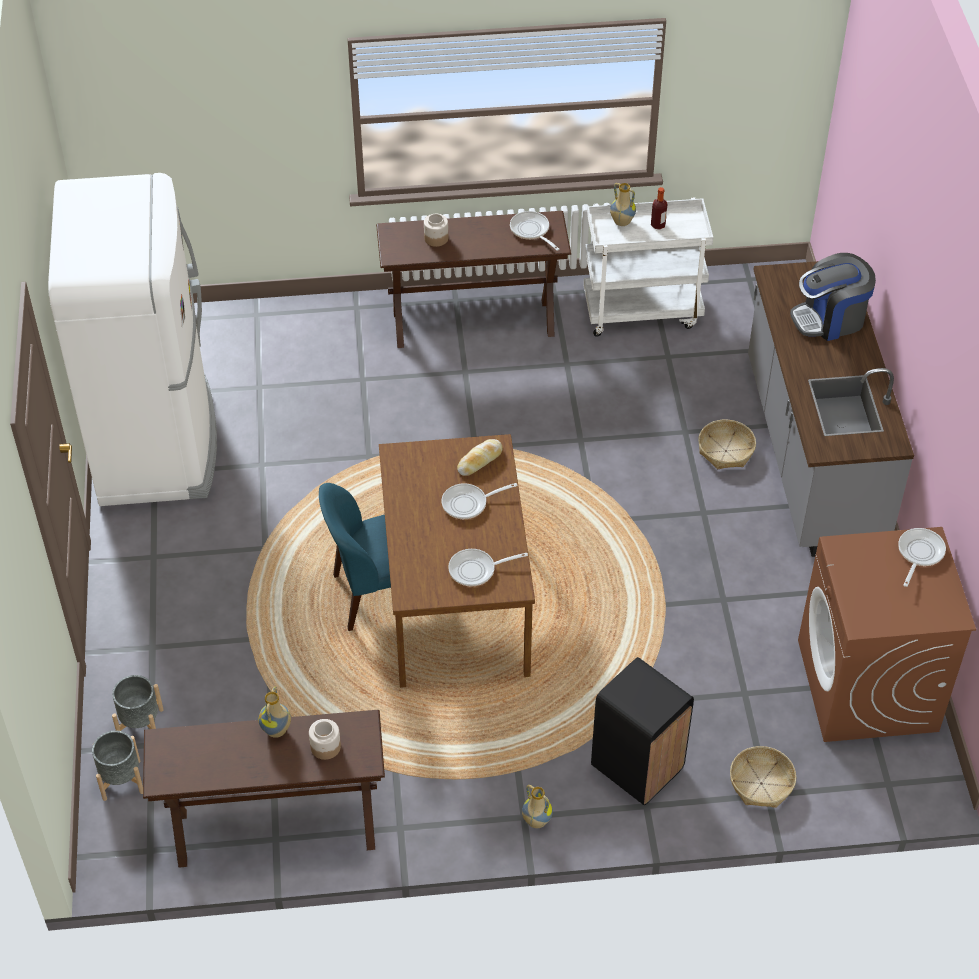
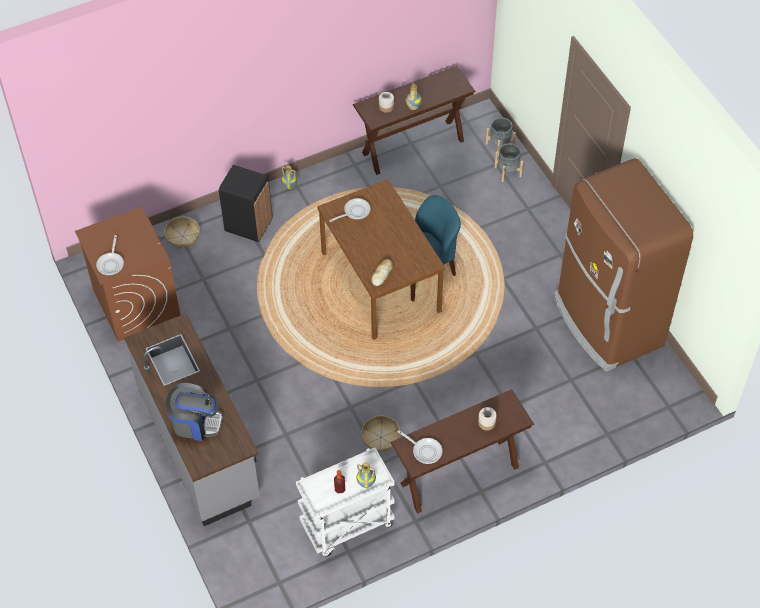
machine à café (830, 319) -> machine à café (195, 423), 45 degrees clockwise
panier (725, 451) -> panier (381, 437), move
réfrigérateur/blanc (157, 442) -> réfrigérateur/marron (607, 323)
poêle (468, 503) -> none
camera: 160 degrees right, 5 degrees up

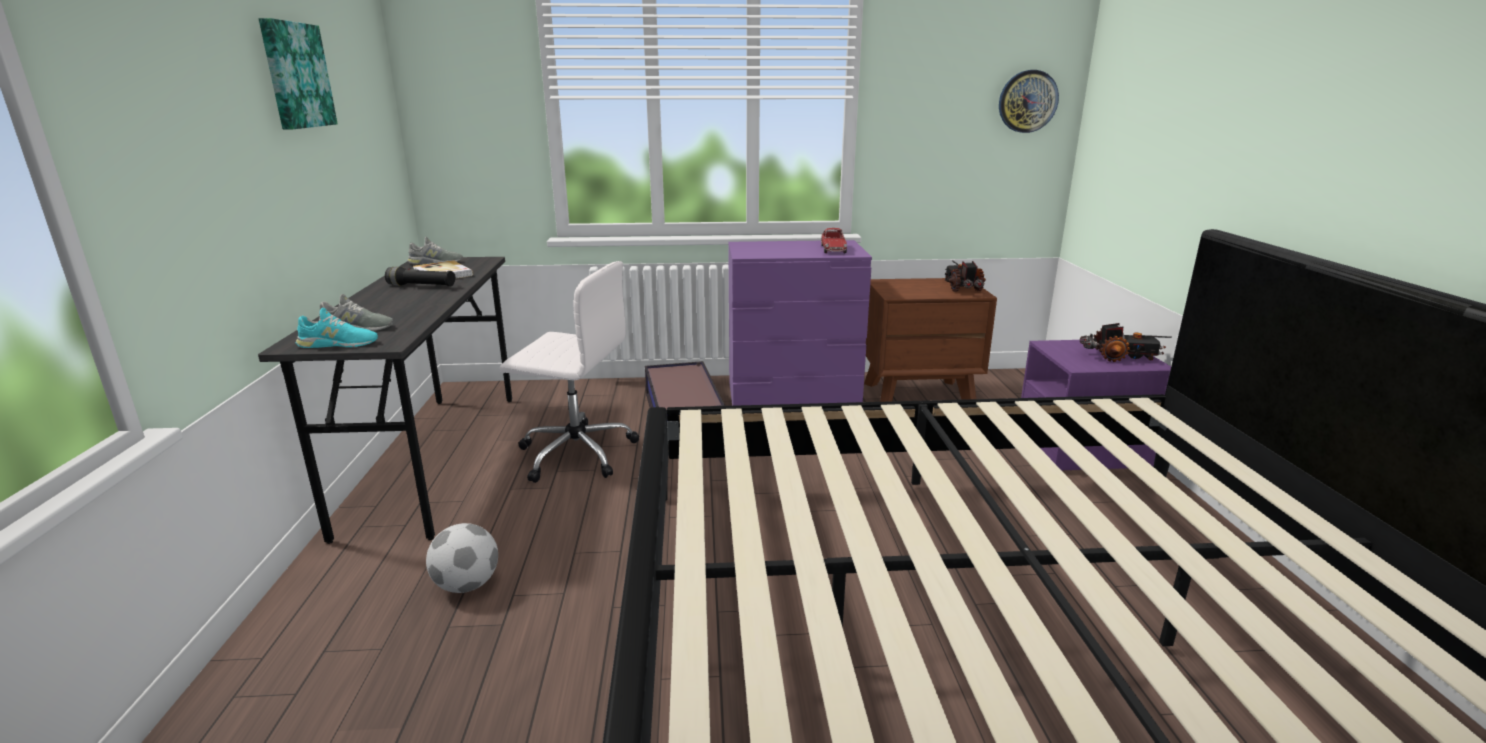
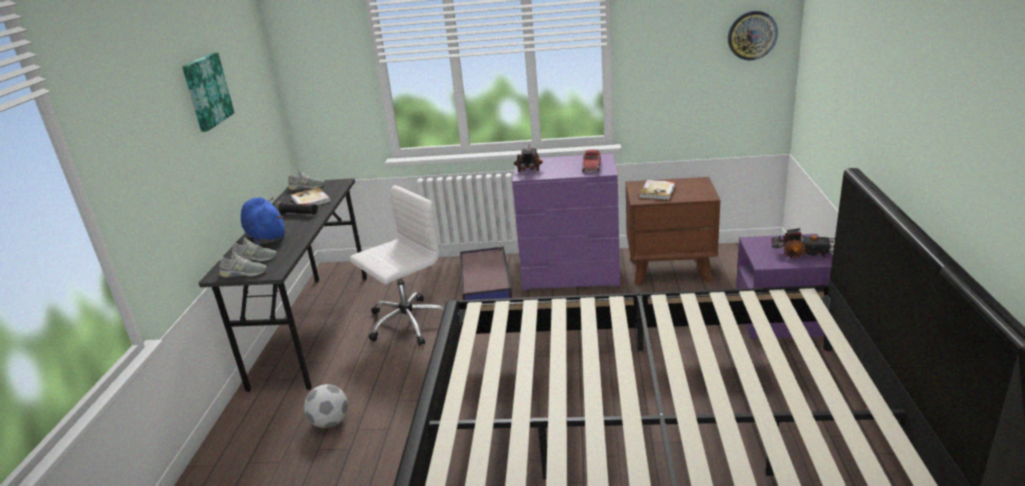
chaussure/turquoise (338, 344) -> chaussure/gris (244, 273)
none -> peluche/bleu (266, 236)
chaise de bureau/blanc (575, 453) -> chaise de bureau/blanc (406, 323), 60 degrees counterclockwise
camion jouet (962, 288) -> camion jouet (529, 168), move
none -> livre (658, 191)
camera: 10 degrees right, 5 degrees up

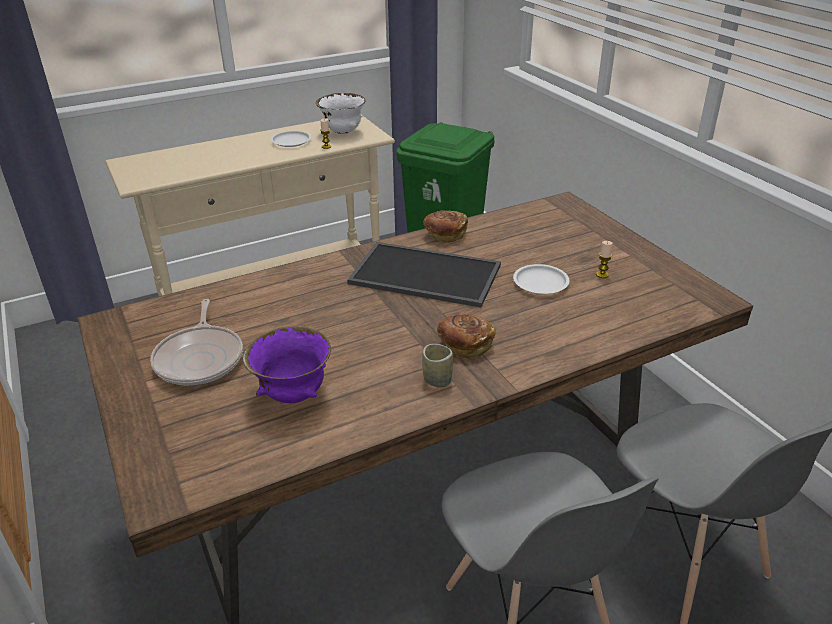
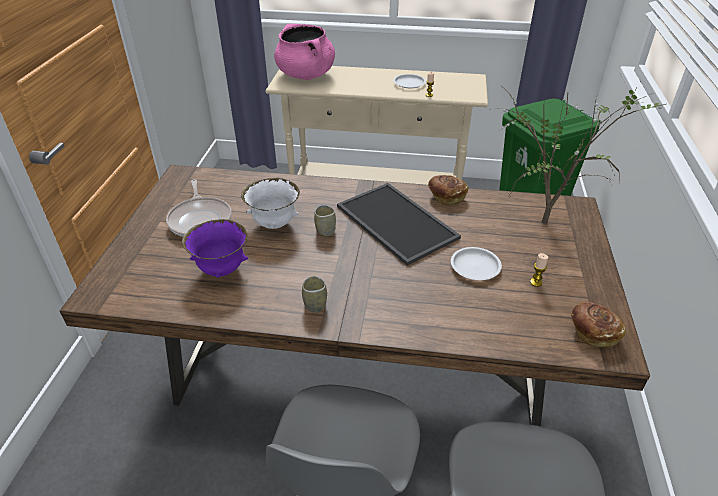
poêle (200, 358) -> poêle (200, 220), 45 degrees counterclockwise
bol/blanc (343, 132) -> bol/blanc (274, 224), move
none -> marmite/rose (306, 75)
none -> tasse (325, 231)
none -> plante en pot (549, 221)
pain (464, 345) -> pain (592, 332), move
camera: 35 degrees right, 5 degrees up

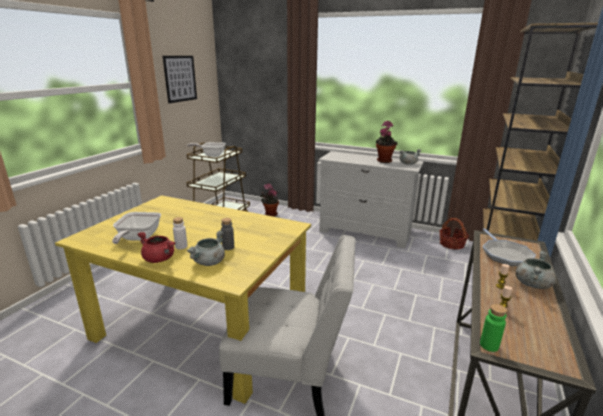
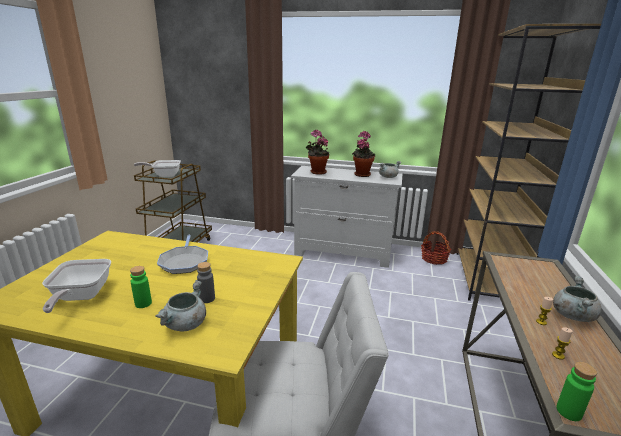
bouteille/blanc (181, 246) -> bouteille/vert (143, 303)
poêle (505, 254) -> poêle (184, 261), move
plante en pot (270, 214) -> plante en pot (316, 172), move
marmite/rouge (160, 259) -> none
tableau (180, 78) -> none
camera: 10 degrees left, 0 degrees up

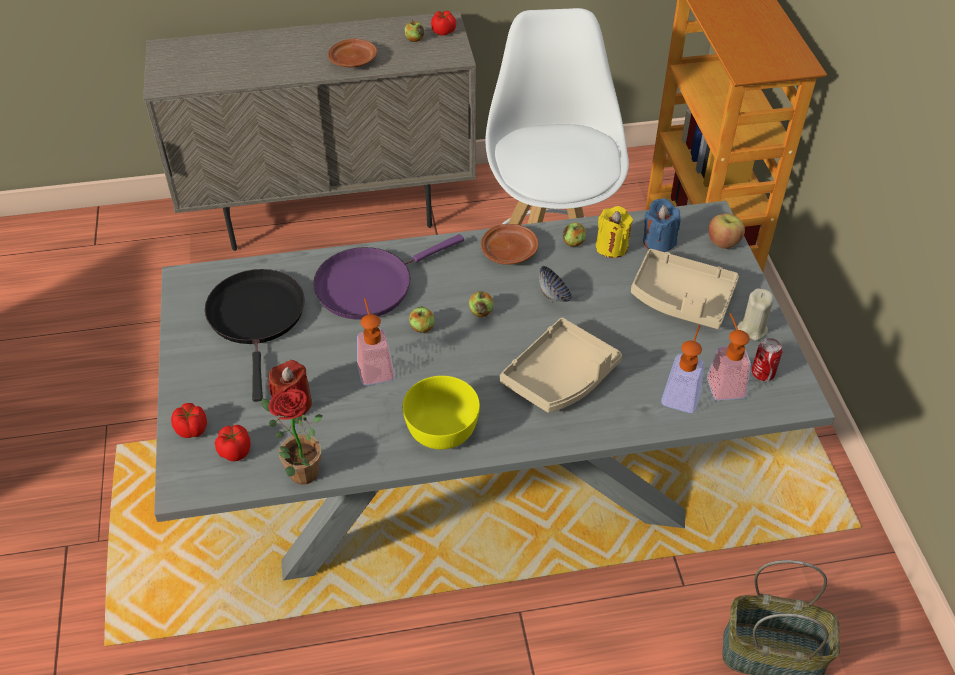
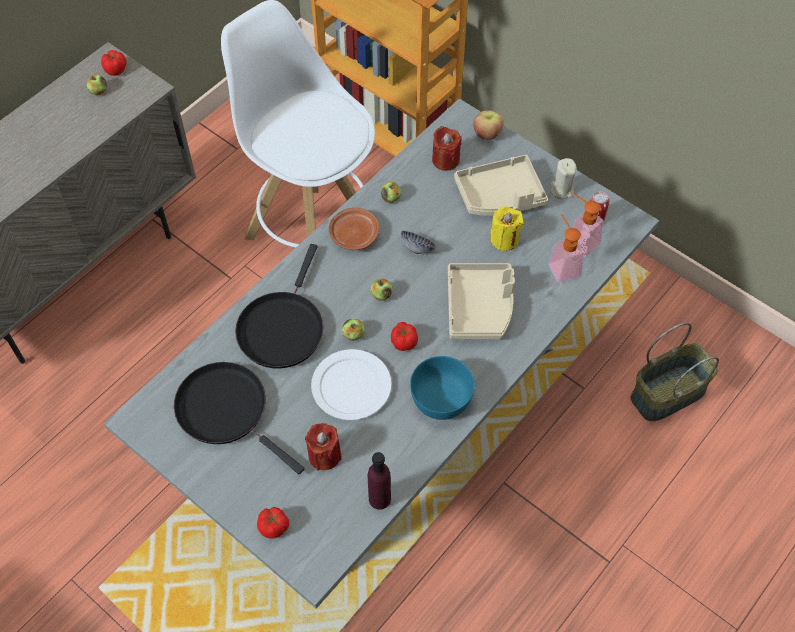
poêle/violet (369, 285) -> poêle/noir (282, 327)
distributeur de savon (374, 366) -> assiette/blanc (351, 387)
plante en pot (298, 470) -> bouteille/violet (379, 499)
tomate (236, 450) -> tomate (404, 342), move
bol/jaune (442, 427) -> bol/turquoise (441, 397)
bougie/bleu (658, 241) -> bougie/rouge (445, 160)
bougie/jaune (611, 247) -> bougie/jaune (504, 239), move
assiette/marron (353, 60) -> none
camera: 40 degrees left, 10 degrees up

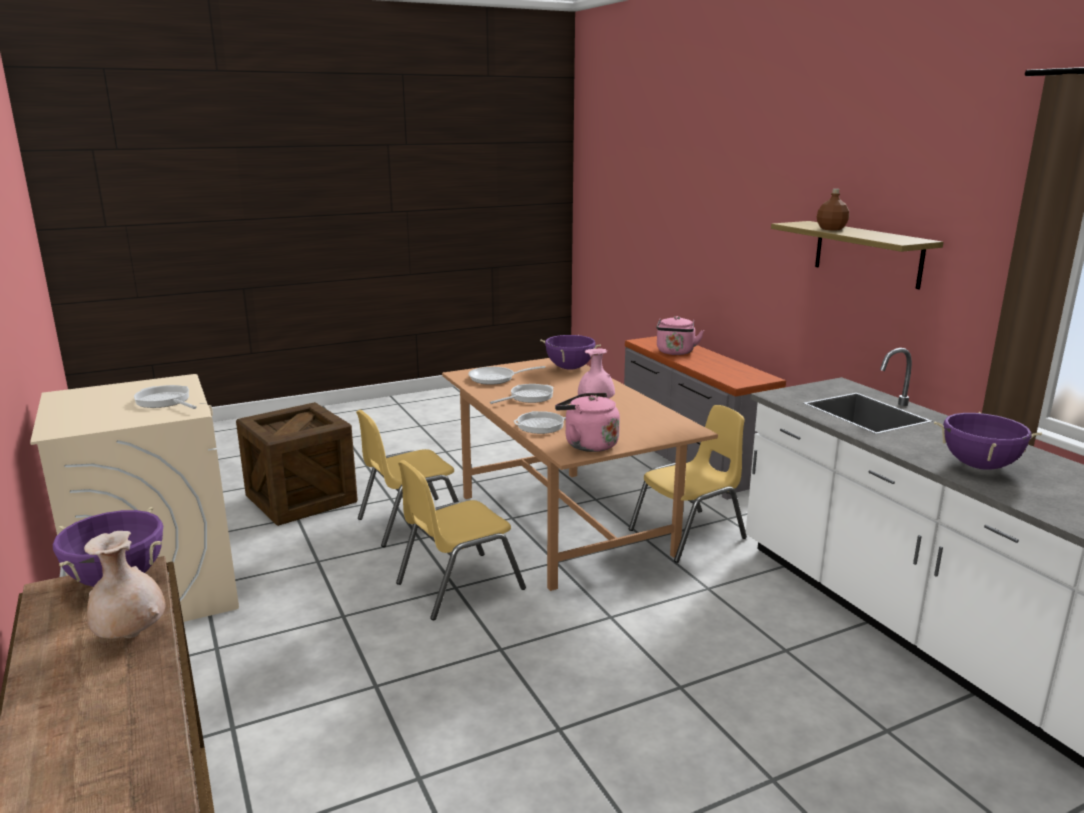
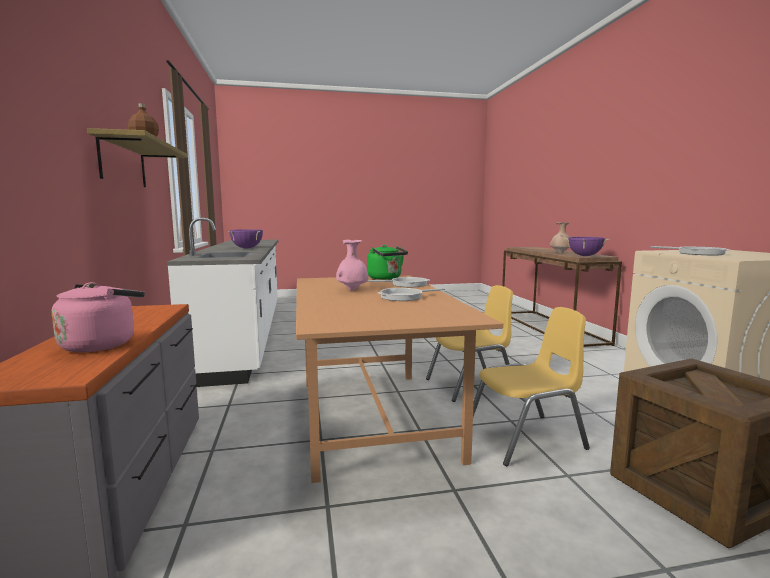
bouilloire/rose (588, 444) -> bouilloire/vert (386, 278)
poêle (496, 378) -> none
marmite/violet (569, 368) -> none
chaise/jaune (688, 535) -> none
camera: 165 degrees left, 10 degrees down

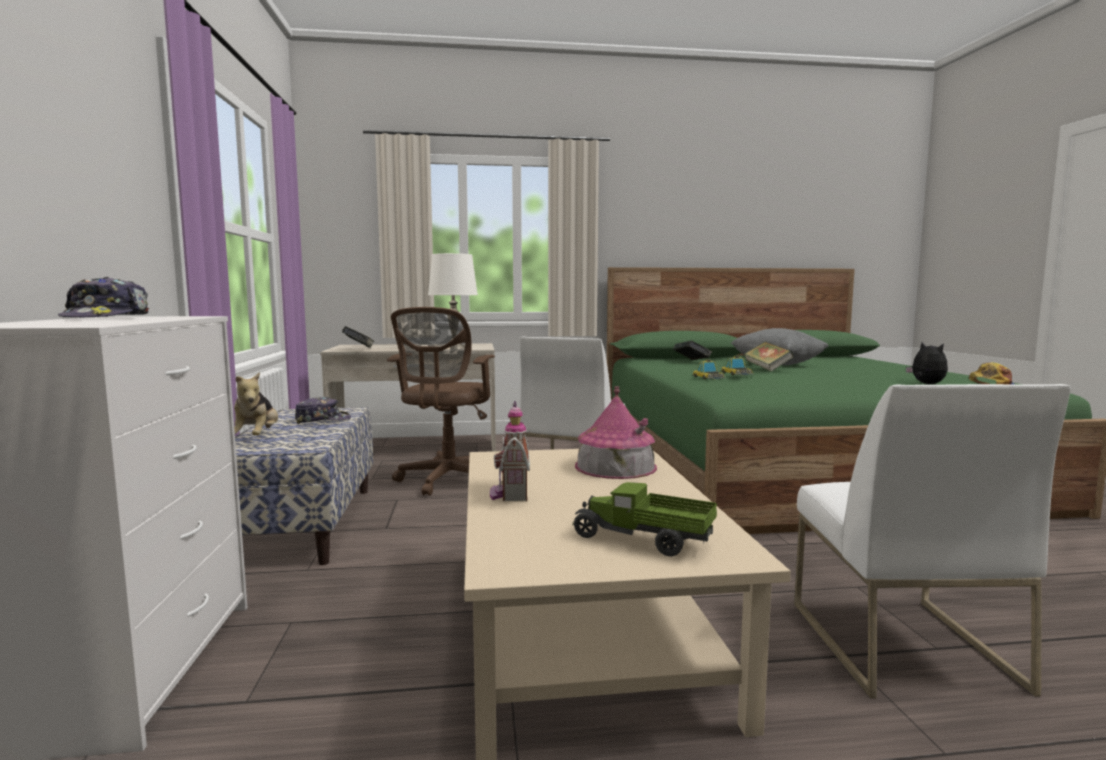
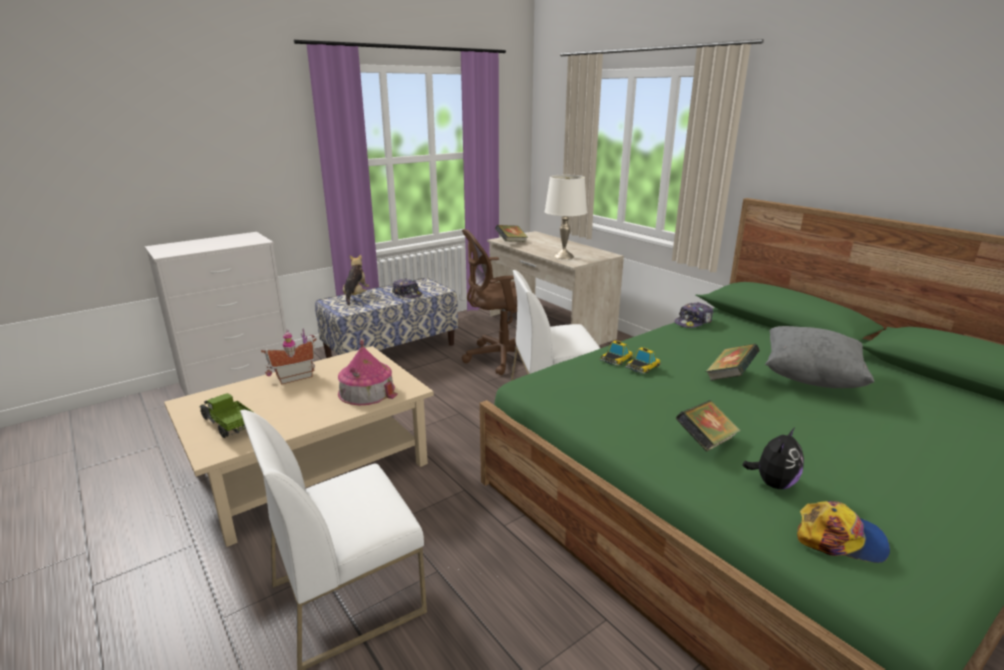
camion jouet (643, 540) -> camion jouet (228, 425), 45 degrees counterclockwise
peluche (257, 437) -> peluche (356, 296), 135 degrees clockwise
casquette (108, 318) -> casquette (693, 322), move
livre (691, 362) -> livre (705, 442), move
camera: 60 degrees right, 15 degrees up

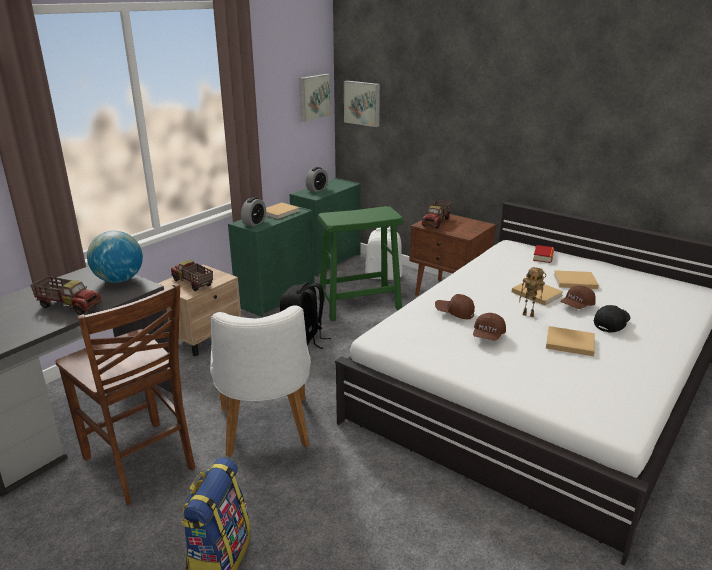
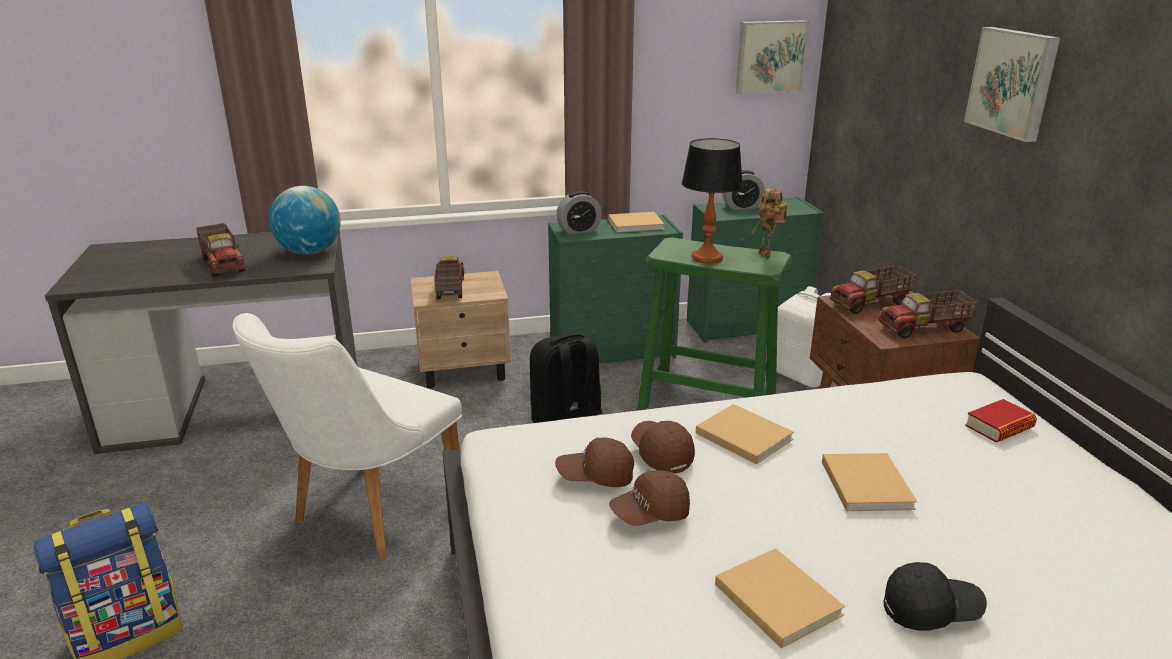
casquette/marron (576, 305) -> casquette/marron (595, 476), move
none -> lampe de table (706, 258)
livre/beige (573, 281) -> livre/beige (741, 435), move
robot jouet (529, 314) -> robot jouet (766, 255), move
none -> camion jouet (924, 329)
tableau (362, 103) -> tableau (1013, 82), move
chaise/marron (141, 464) -> none
camera: 40 degrees right, 0 degrees up

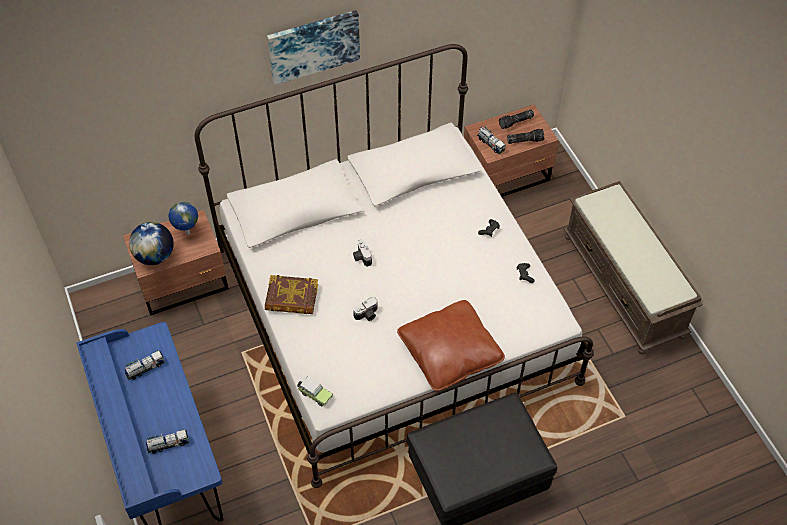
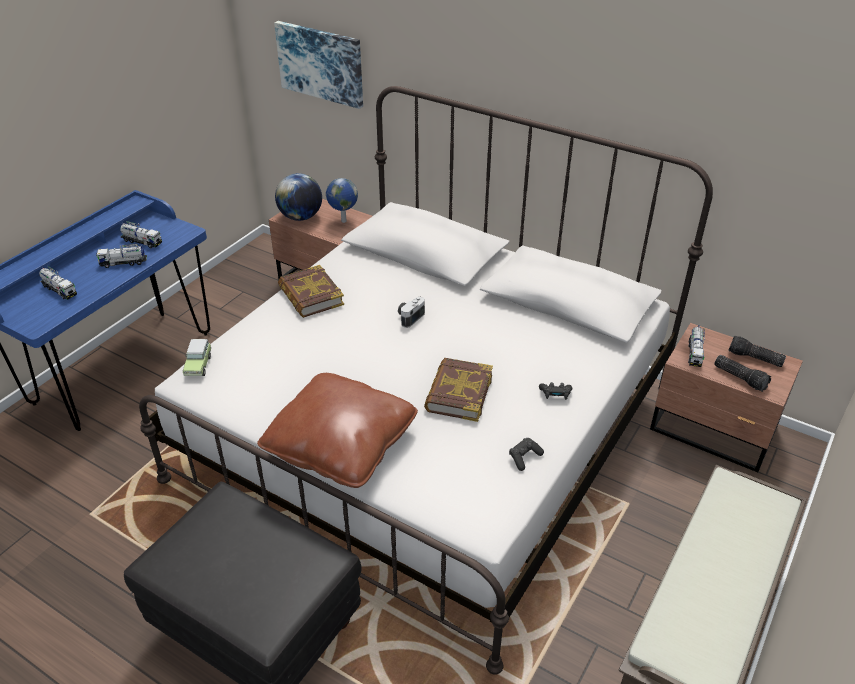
none -> camion jouet (123, 263)
tableau (313, 45) -> tableau (321, 63), move
none -> livre (458, 393)
appareil photo (367, 315) -> none
camera: 55 degrees right, 15 degrees down

